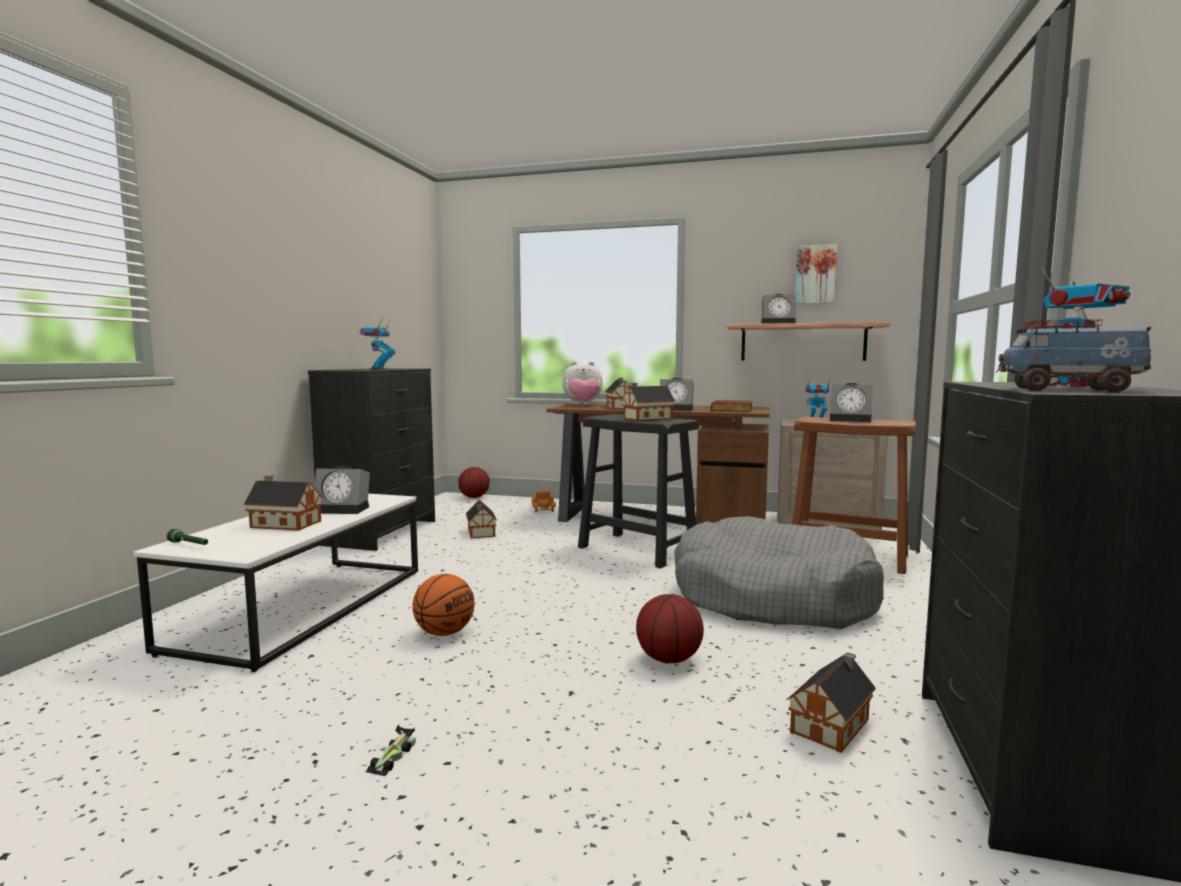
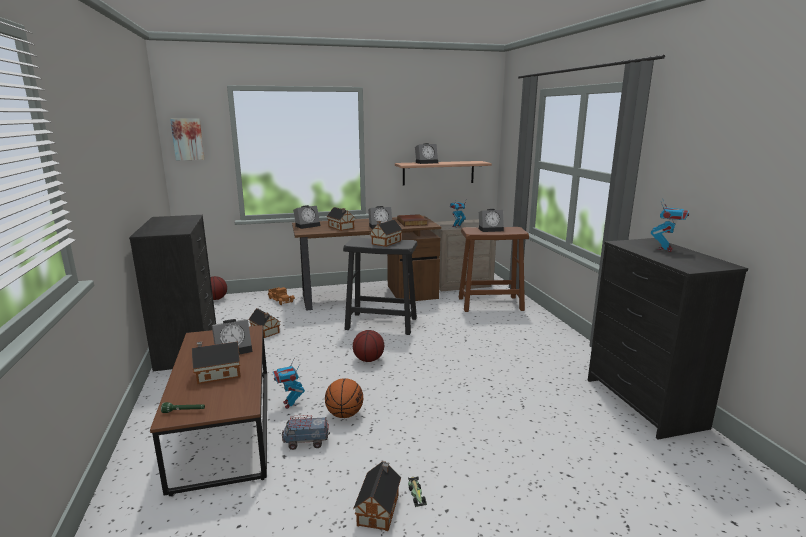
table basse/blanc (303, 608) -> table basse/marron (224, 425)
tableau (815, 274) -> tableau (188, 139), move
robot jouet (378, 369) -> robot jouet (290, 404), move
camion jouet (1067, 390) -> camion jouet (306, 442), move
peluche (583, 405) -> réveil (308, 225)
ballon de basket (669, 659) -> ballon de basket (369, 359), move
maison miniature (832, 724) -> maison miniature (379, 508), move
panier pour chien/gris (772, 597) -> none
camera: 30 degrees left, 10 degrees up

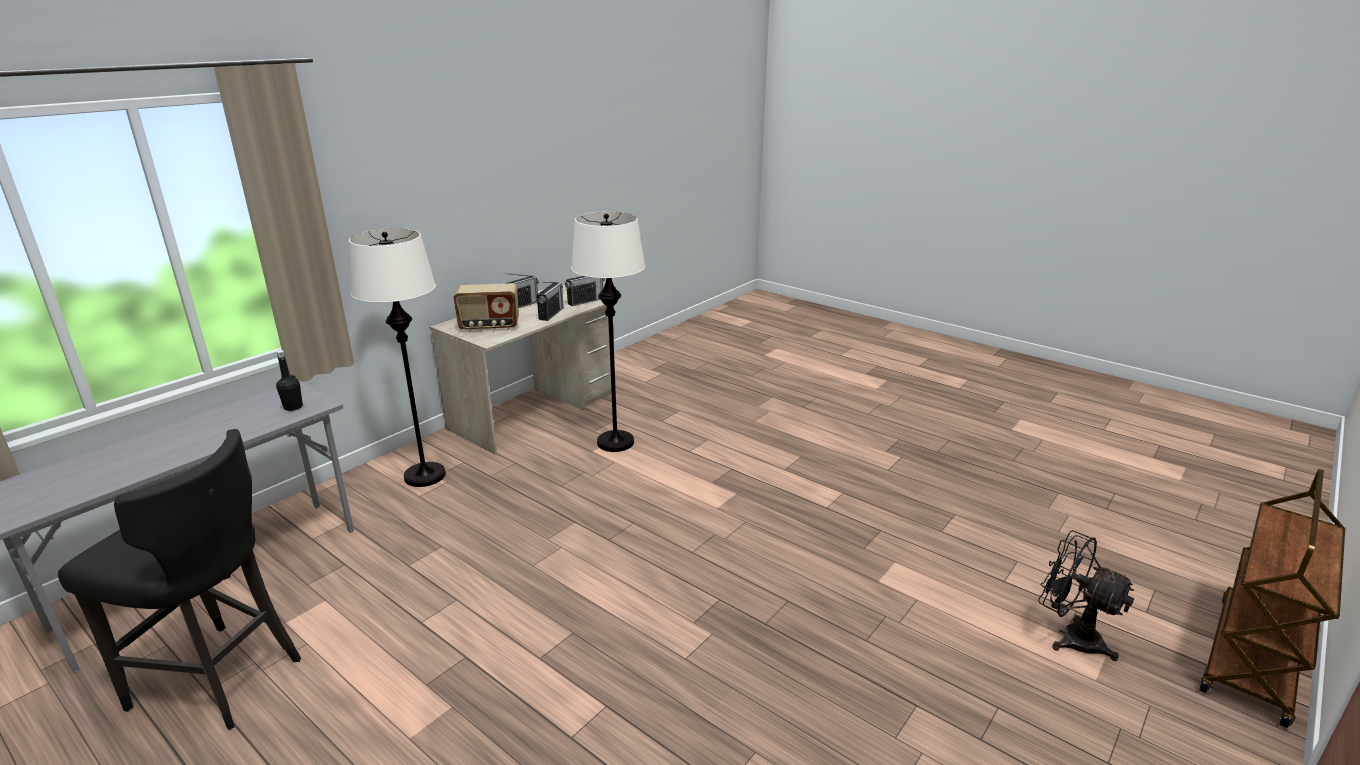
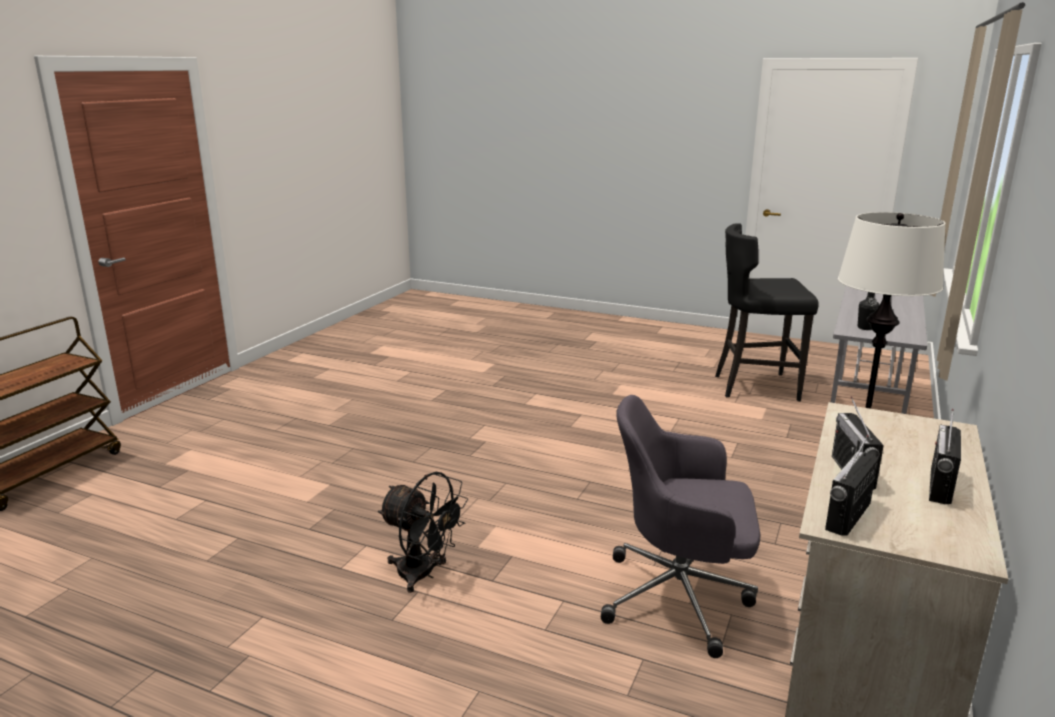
ventilateur/noir (1070, 636) -> ventilateur/noir (423, 575), move
lampadaire/blanc (615, 442) -> chaise de bureau/gris (680, 597)
radio (489, 326) -> none
camera: 165 degrees right, 5 degrees down

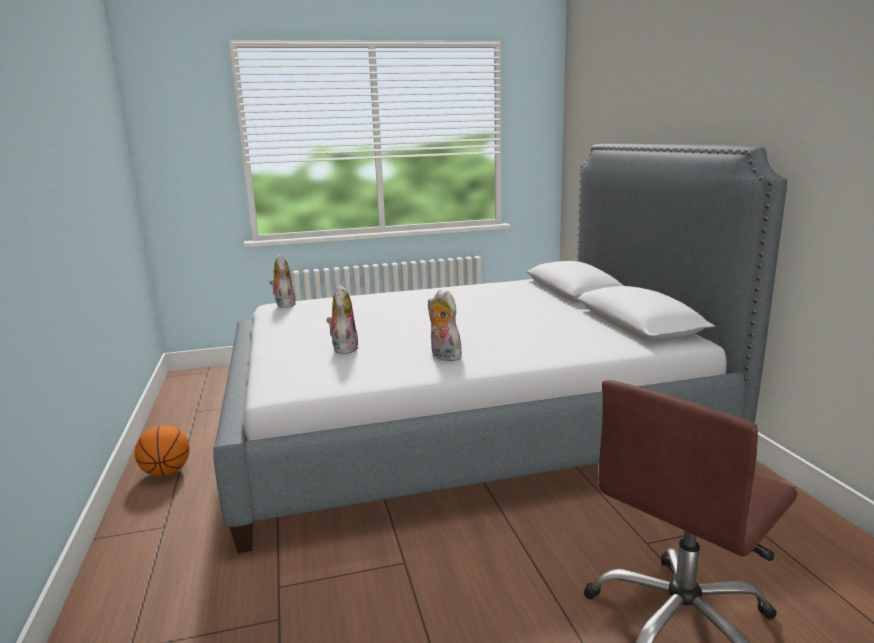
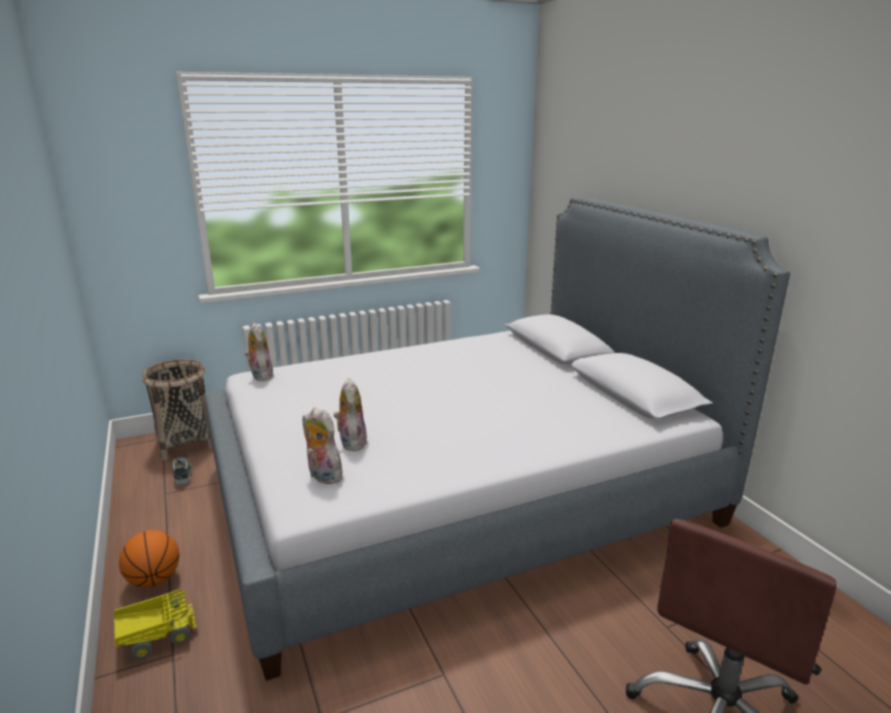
none -> camion jouet (156, 638)
none -> panier (186, 443)
none -> chaussure (183, 474)
peluche (443, 356) -> peluche (322, 476), move
camera: 10 degrees left, 5 degrees up

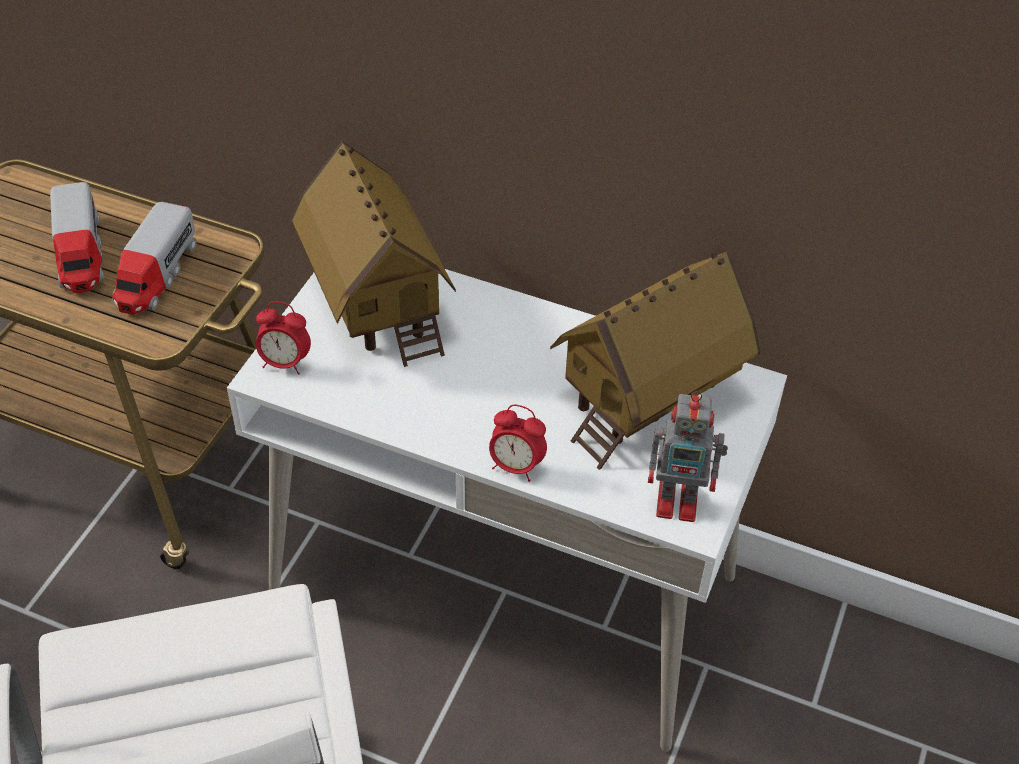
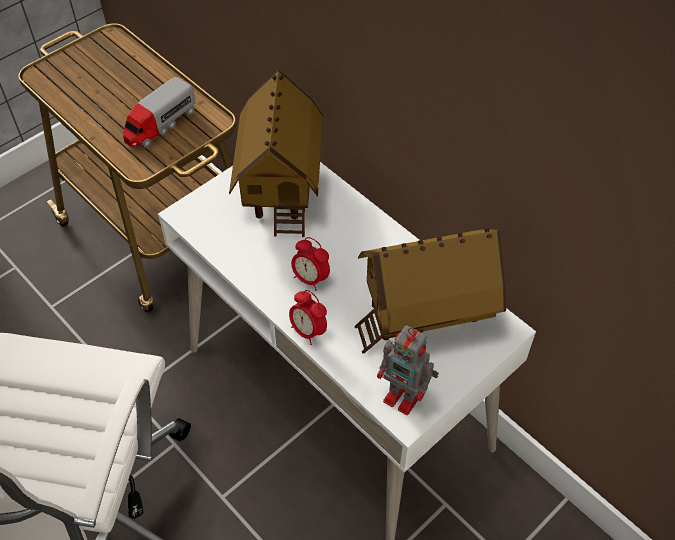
réveil (285, 363) -> réveil (310, 279), move
camion jouet (81, 254) -> none
camera: 25 degrees right, 5 degrees up

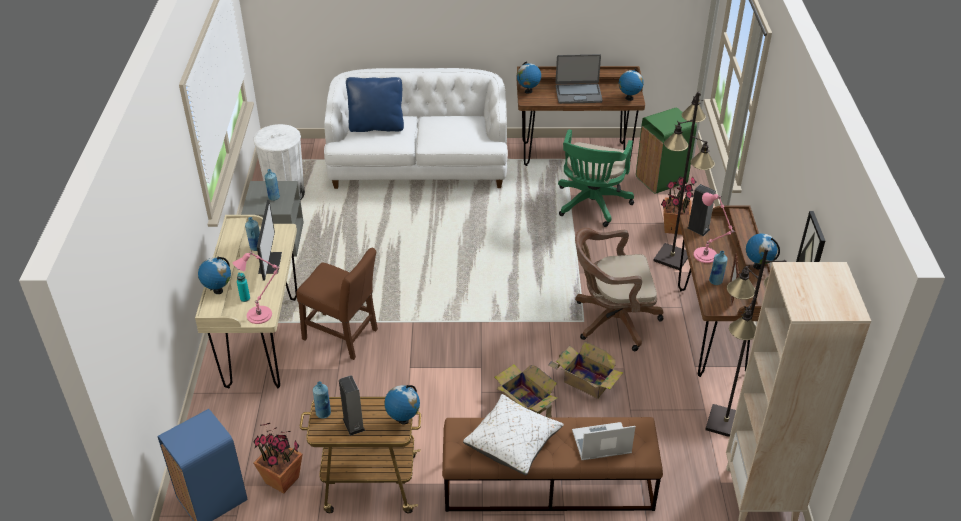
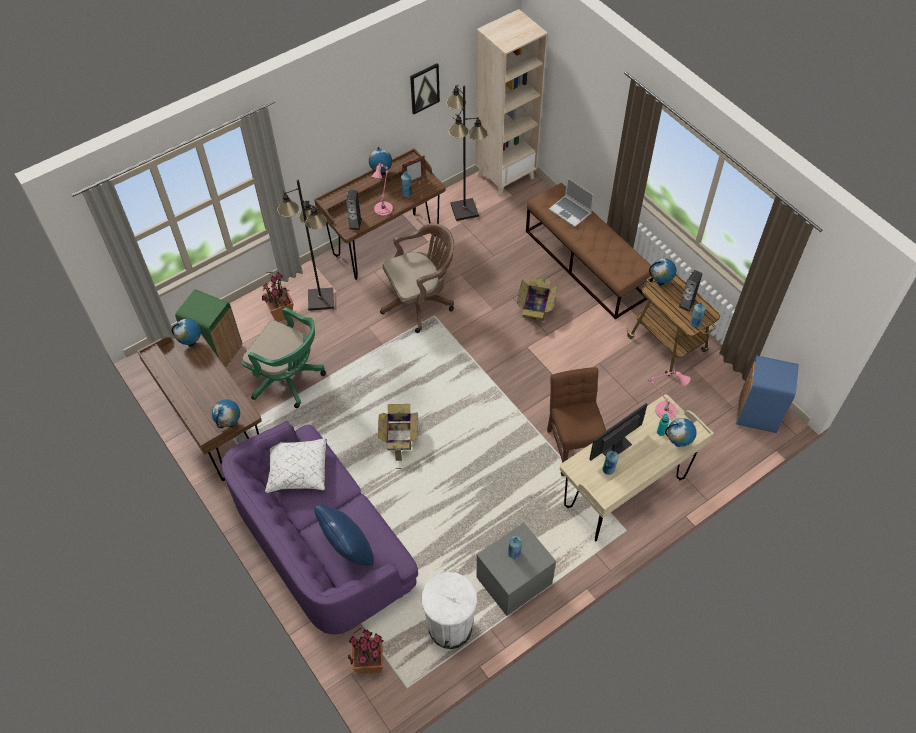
canapé/blanc (419, 166) -> canapé/violet (323, 543)
chaise de bureau/vert (591, 205) -> chaise de bureau/vert (289, 379), 45 degrees clockwise
coussin/blanc (513, 443) -> coussin/blanc (298, 471), move
plante en pot (282, 480) -> plante en pot (369, 662), move
carton (586, 380) -> carton (399, 437), move
chaise de bureau/marron (611, 321) -> chaise de bureau/marron (420, 301), 75 degrees counterclockwise
ordinateur portable (578, 94) -> none
camera: 125 degrees left, 15 degrees up

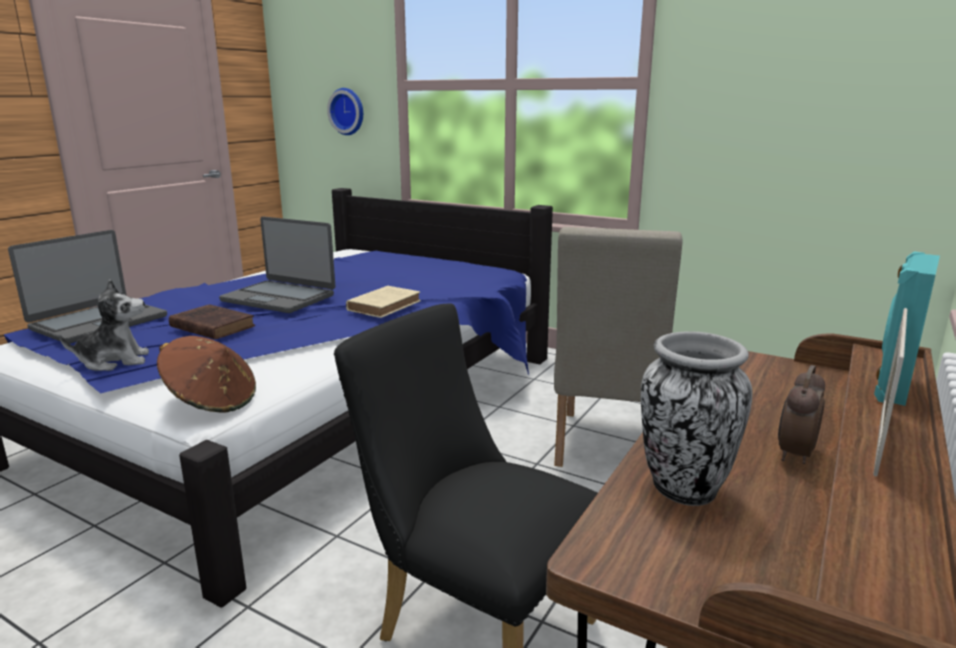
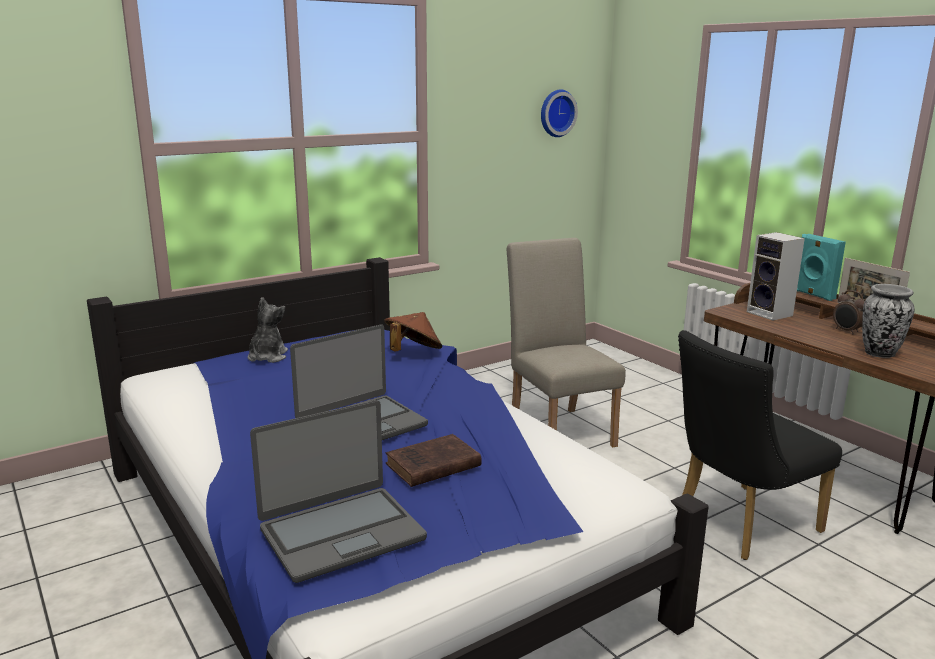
peluche (114, 361) -> peluche (267, 357), move
ordinateur portable (98, 322) -> ordinateur portable (341, 533), 90 degrees clockwise
chapeau/marron (212, 401) -> chapeau/marron (413, 353), move
chaise/beige (604, 448) -> chaise/beige (558, 428), 150 degrees counterclockwise
horloge murale (348, 111) -> horloge murale (556, 113), move
none -> enceinte (771, 314)
livre/beige (385, 305) -> none
camera: 65 degrees left, 0 degrees up

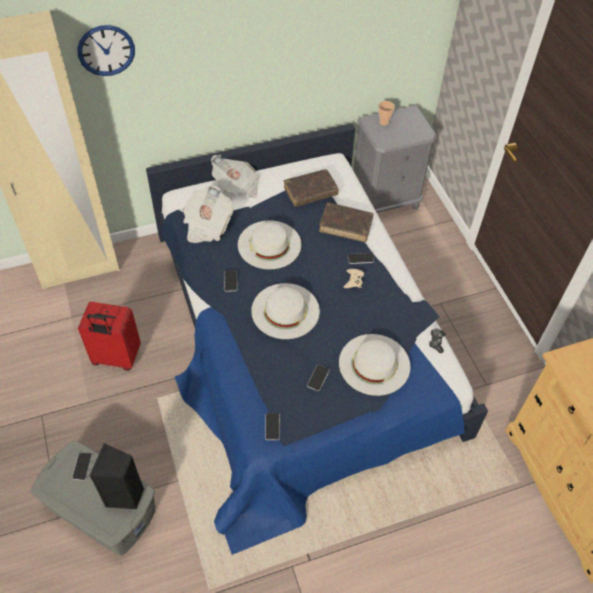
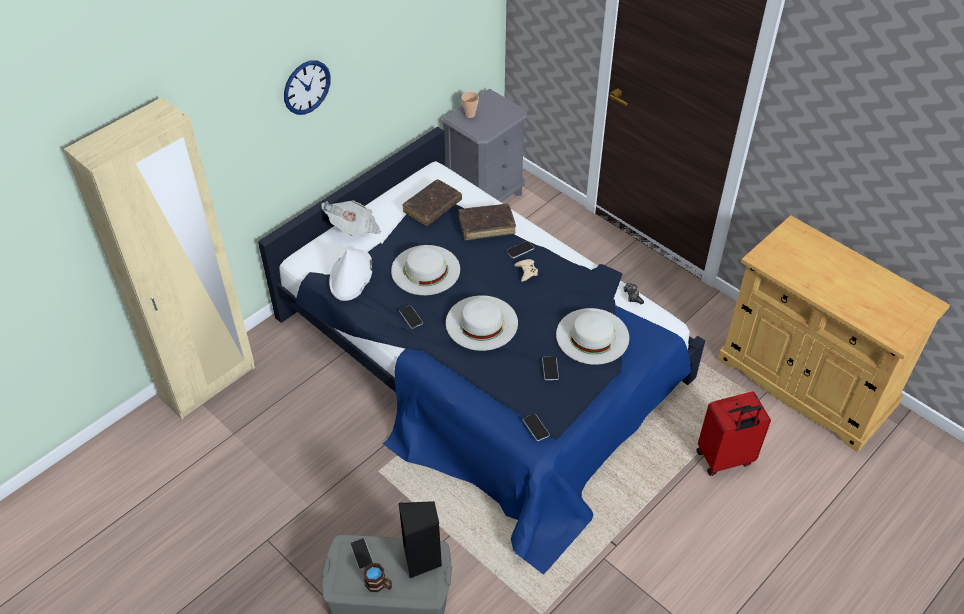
horloge murale (106, 50) -> horloge murale (306, 87), move
journal (207, 225) -> chapeau/blanc (351, 276)
none -> mug/marron (379, 585)
valise/rouge (116, 358) -> valise/rouge (725, 459), move
camera: 25 degrees left, 5 degrees down

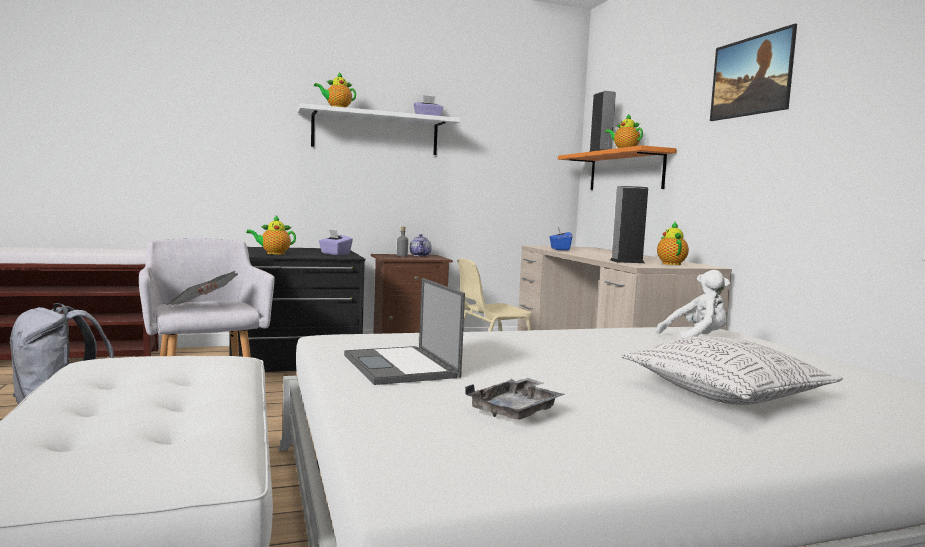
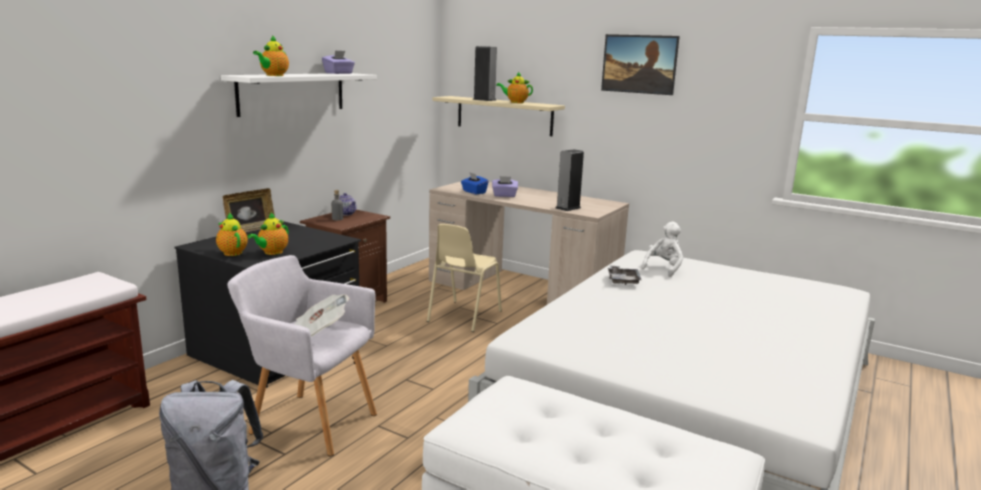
théière (670, 264) -> théière (232, 252), move
none -> cadre photo (250, 230)
étagère/orange (625, 171) -> étagère/beige (504, 115)
boîte à mouchoirs/violet (335, 254) -> boîte à mouchoirs/violet (504, 195), move
plateau/gris (516, 410) -> plateau/gris (622, 280), move
ordinateur portable (401, 366) -> none
coussin (725, 394) -> none
camera: 40 degrees left, 10 degrees up

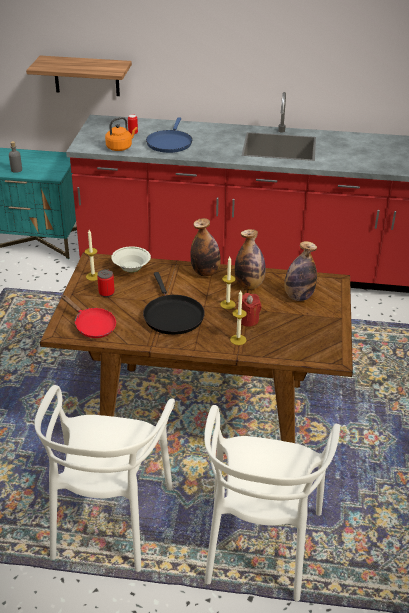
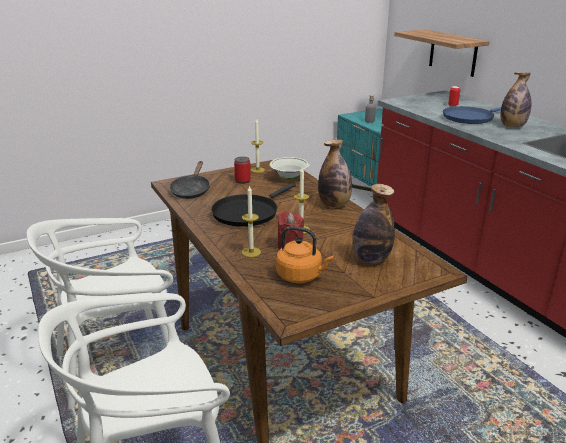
poêle/rouge (92, 326) -> poêle/noir (191, 190)
bouilloire/orange (120, 147) -> bouilloire/orange (301, 276), move
bouteille (249, 285) -> bouteille (512, 126), move
camera: 55 degrees right, 10 degrees down

